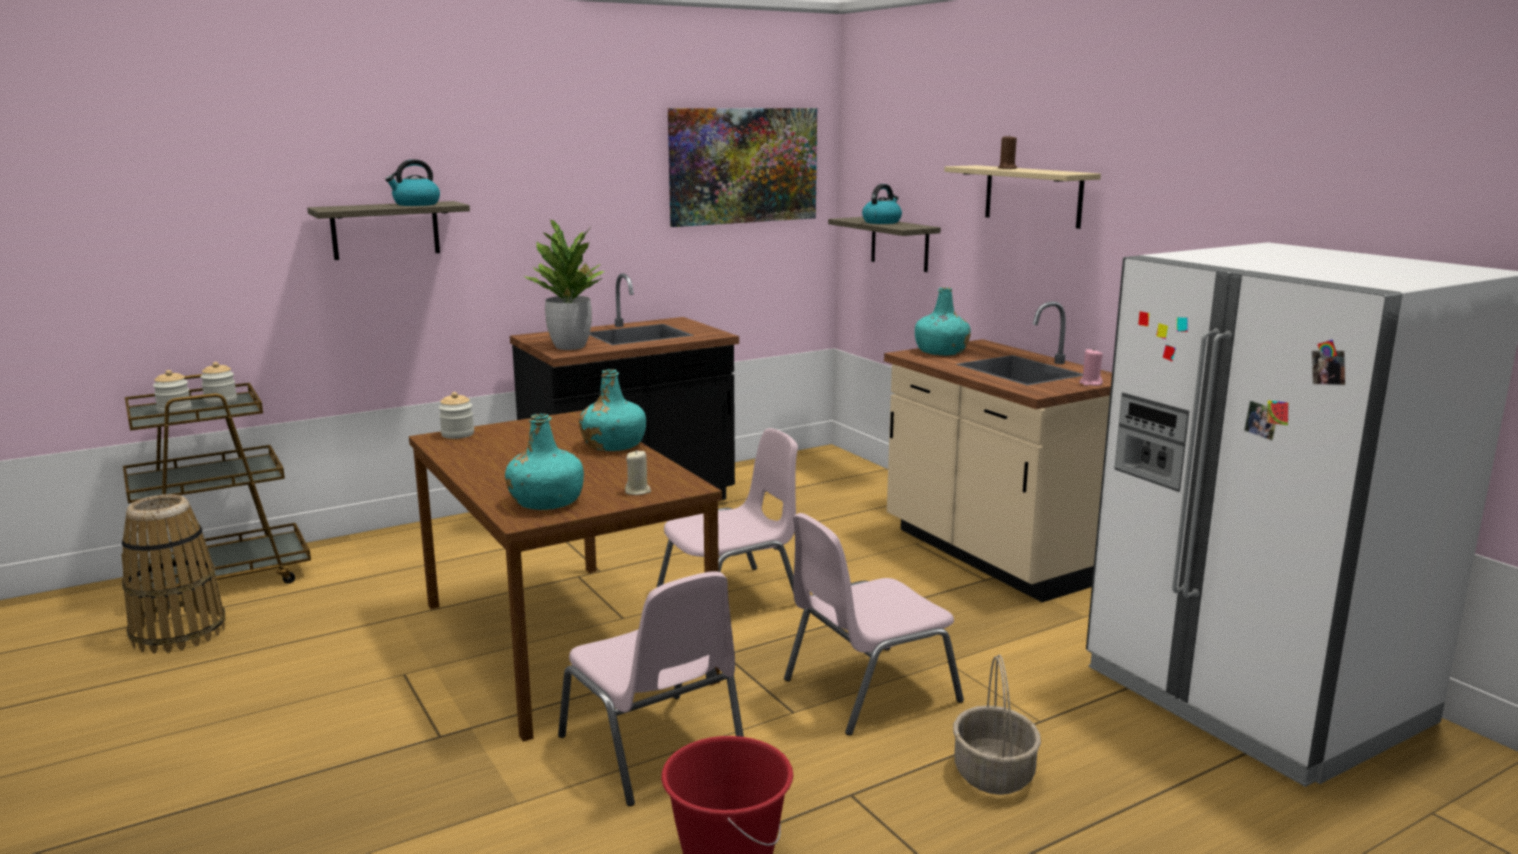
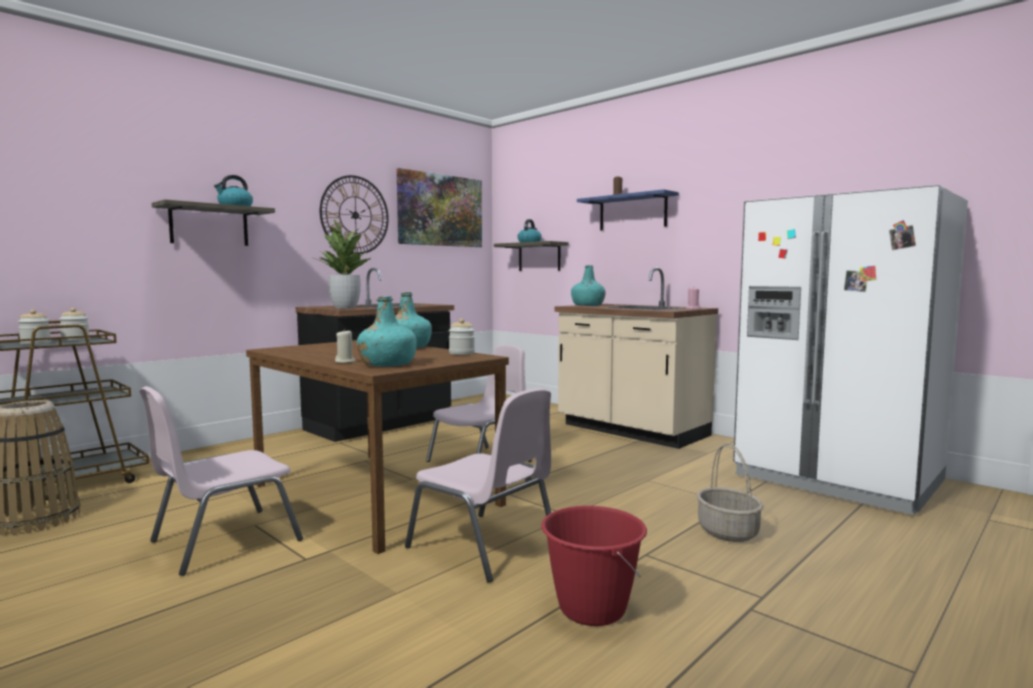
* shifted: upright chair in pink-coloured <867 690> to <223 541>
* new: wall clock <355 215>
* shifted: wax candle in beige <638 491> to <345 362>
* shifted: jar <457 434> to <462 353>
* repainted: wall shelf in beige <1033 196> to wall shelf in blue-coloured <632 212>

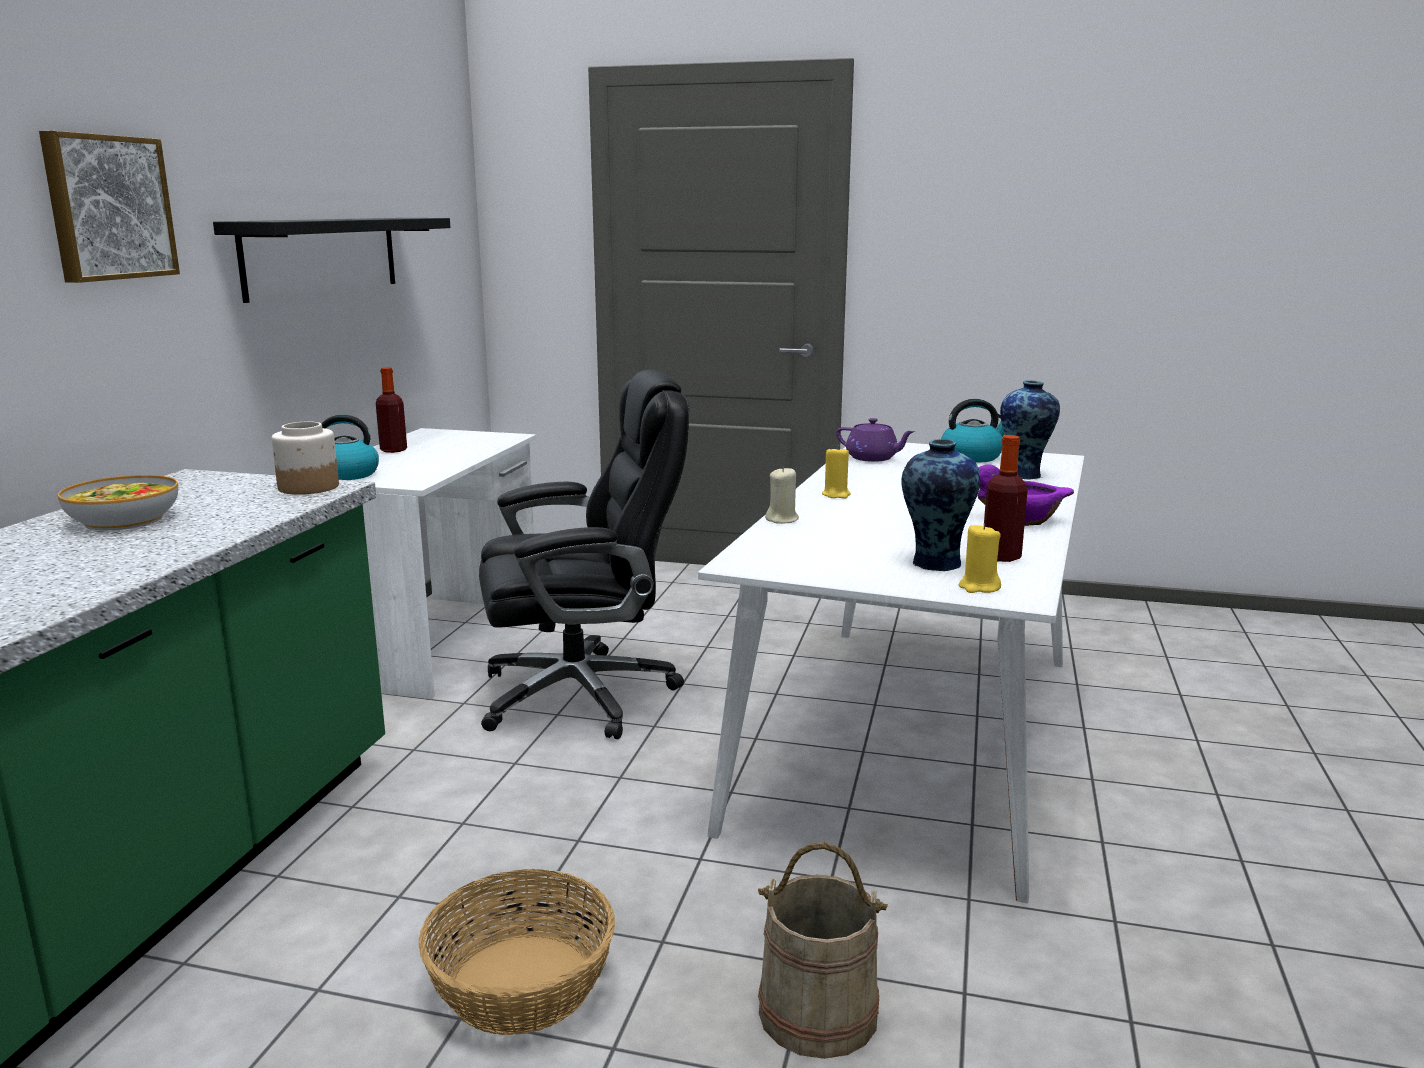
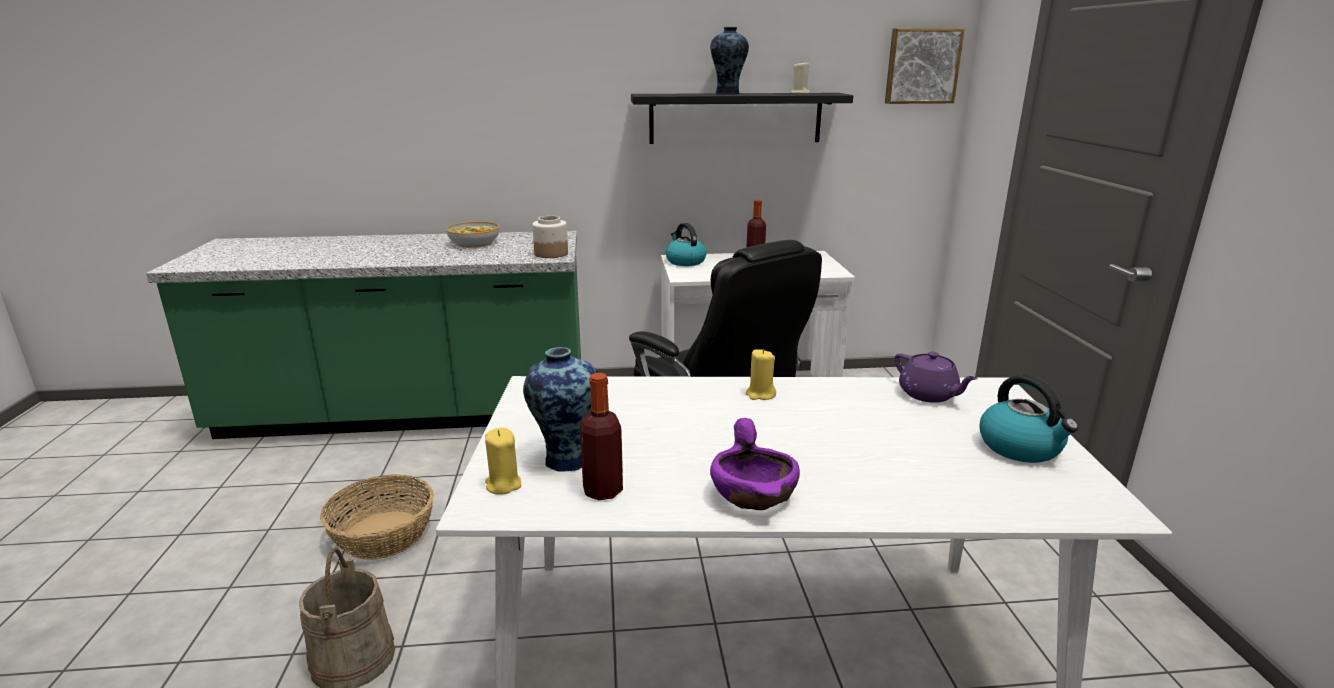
* shifted: flower vase <1024 475> to <727 94>
* shifted: wax candle in beige <782 520> to <800 93>
* shifted: picture <107 208> to <922 66>
* rotated: tea pot in purple <873 458> = <929 395> 45 degrees counterclockwise

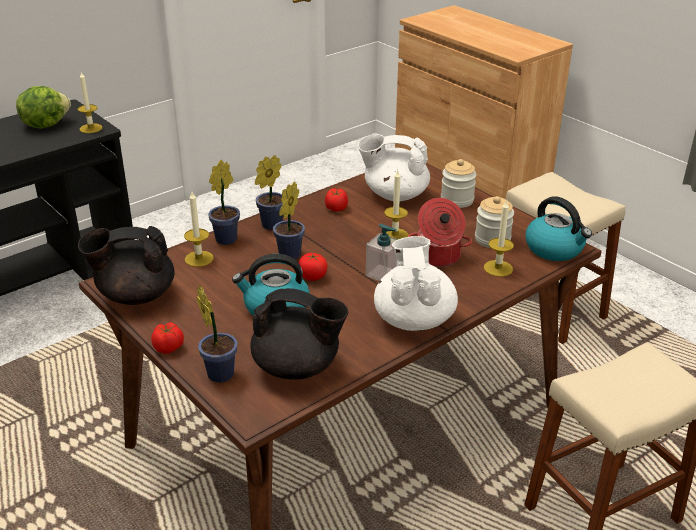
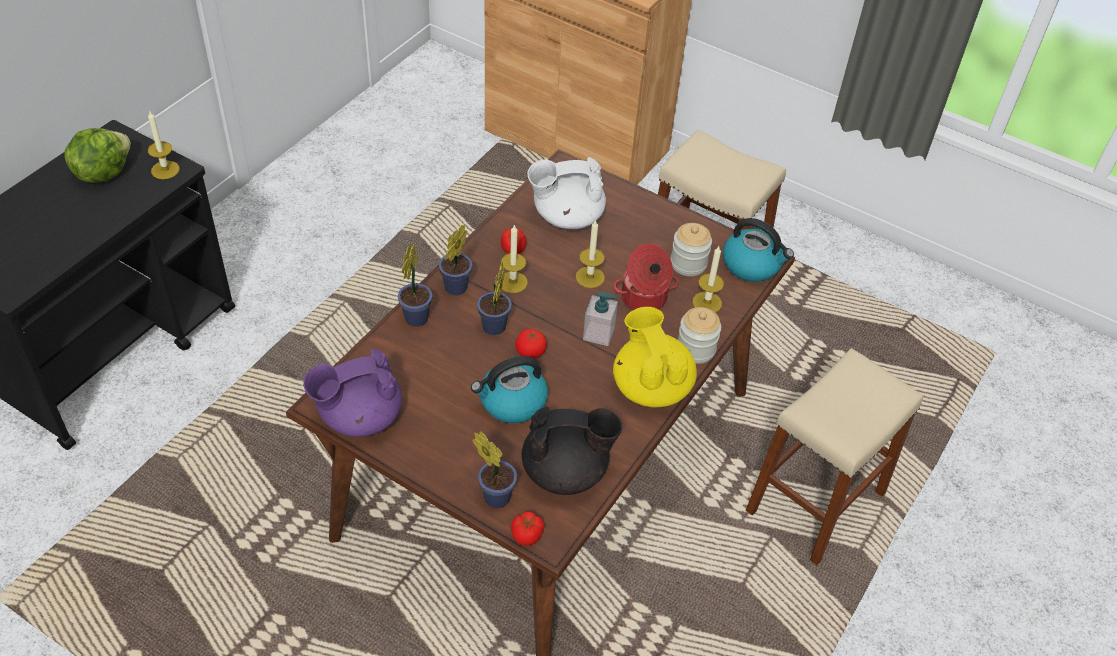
* repainted: tea pot in black <135 295> to tea pot in purple <359 416>
* shifted: wax candle <199 259> to <513 282>
* shifted: tomato <169 347> to <527 535>
* repainted: tea pot in white <413 319> to tea pot in yellow-coloured <651 386>
* shifted: jar <457 200> to <696 349>

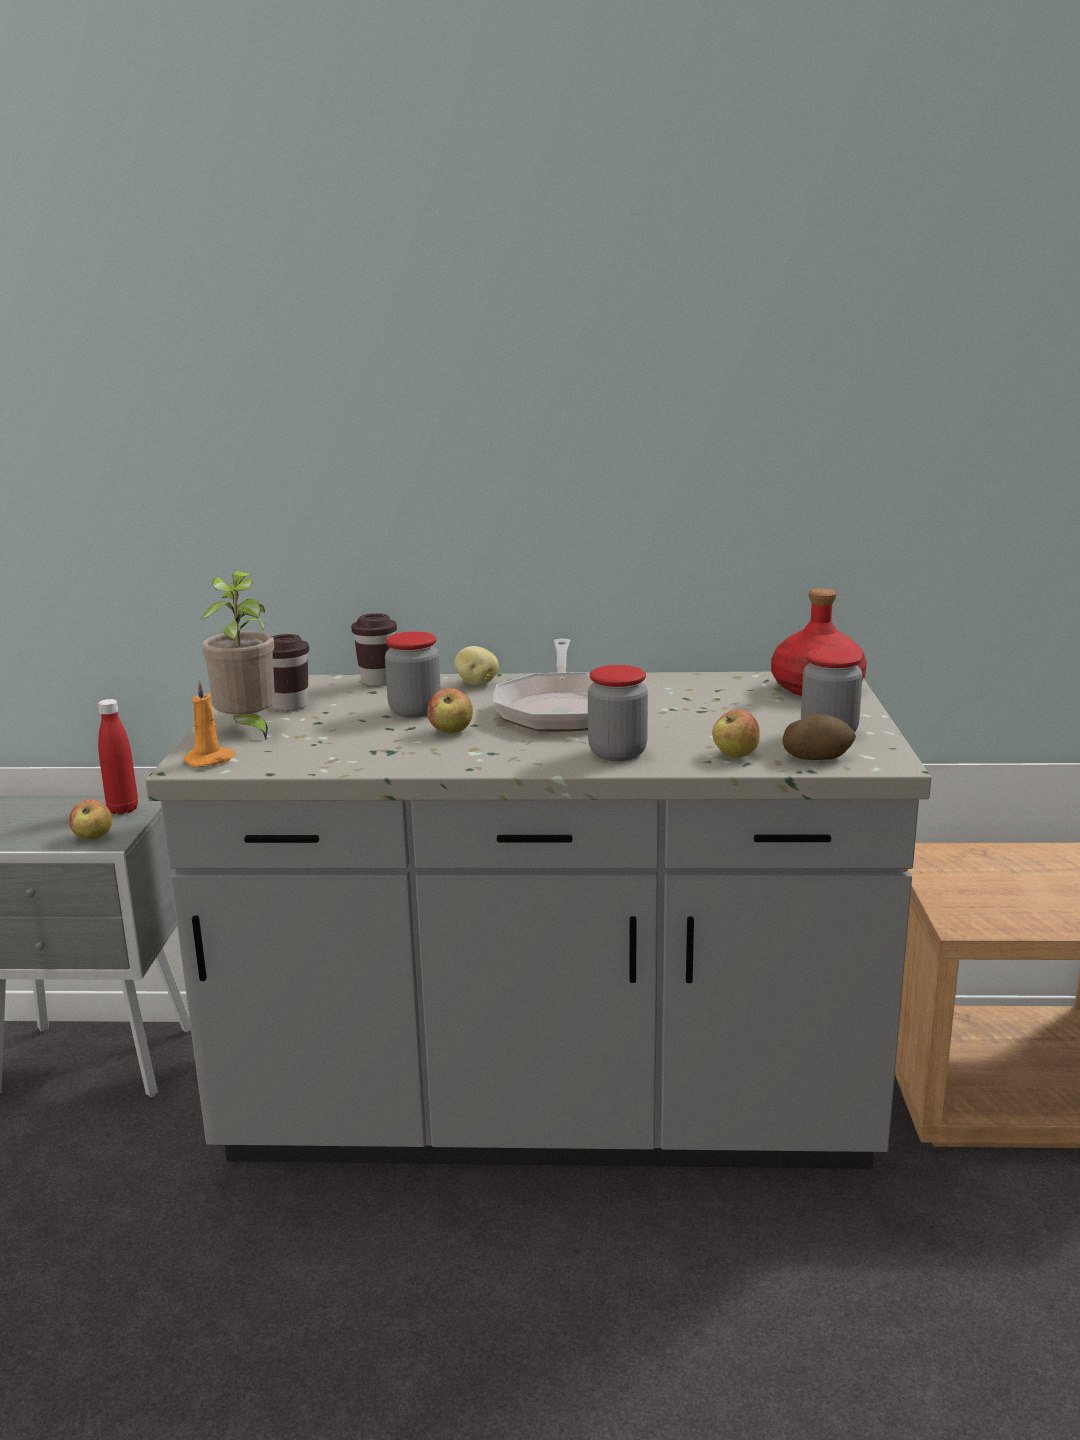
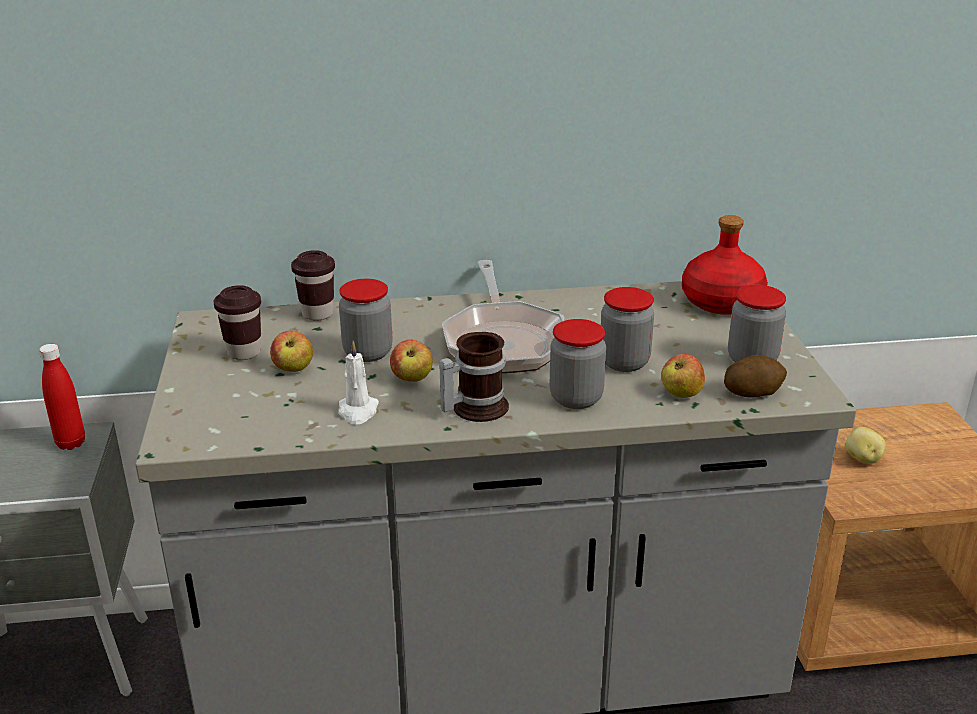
* shifted: apple <93 837> to <293 369>
* new: wax candle in white <358 411>
* new: mug <474 407>
* new: jar <624 362>
* shifted: whole potato <476 684> to <862 459>
* gone: wax candle in orange-coloured <211 760>
* gone: potted plant <248 730>

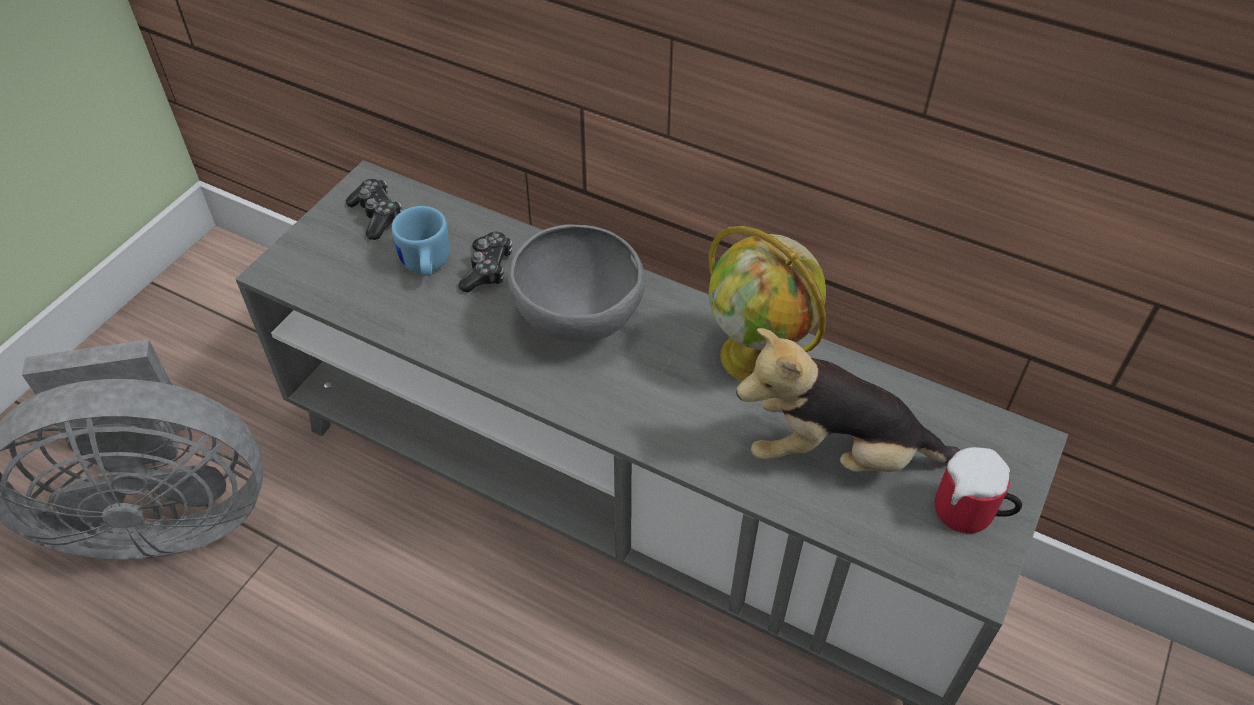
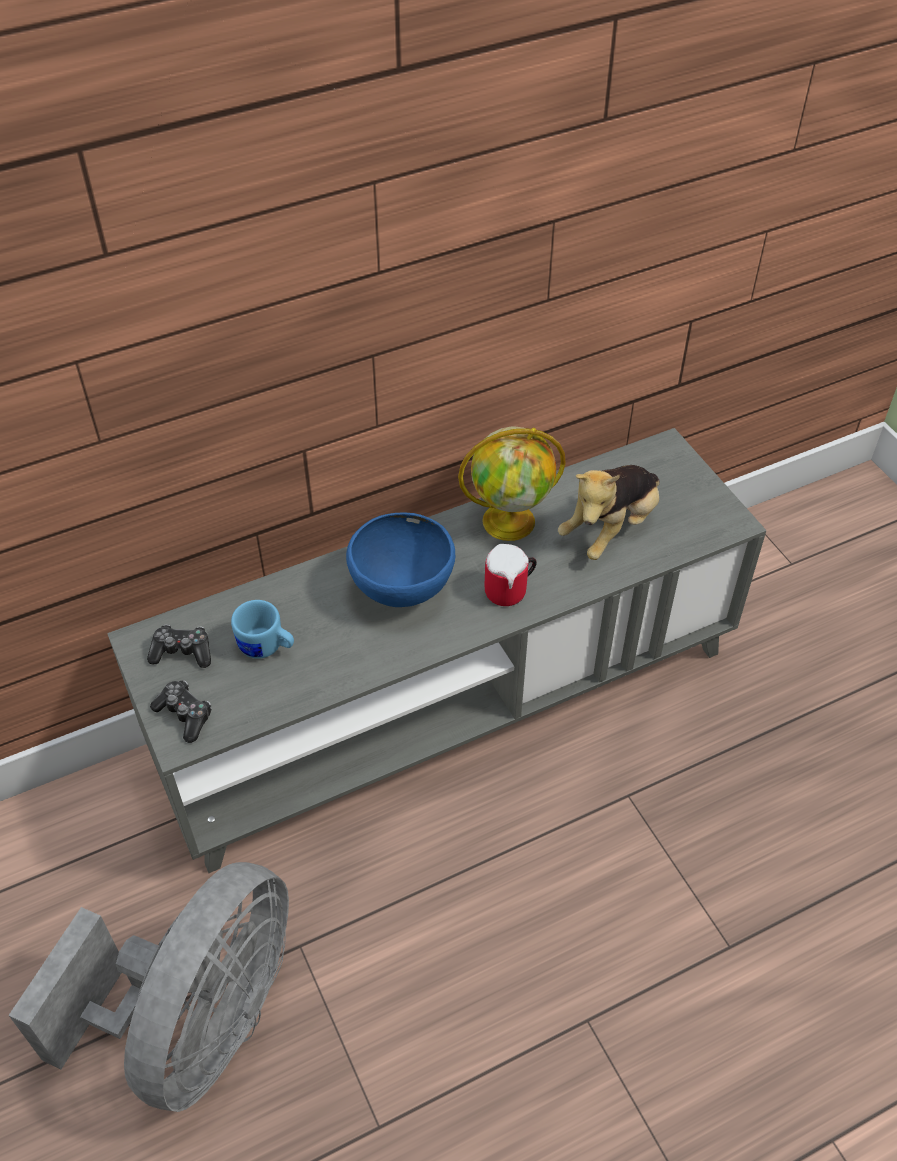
* shifted: game controller <488 269> to <185 715>
* repainted: bowl in grey <578 324> to bowl in blue-coloured <402 591>
* shifted: mug <970 515> to <511 590>

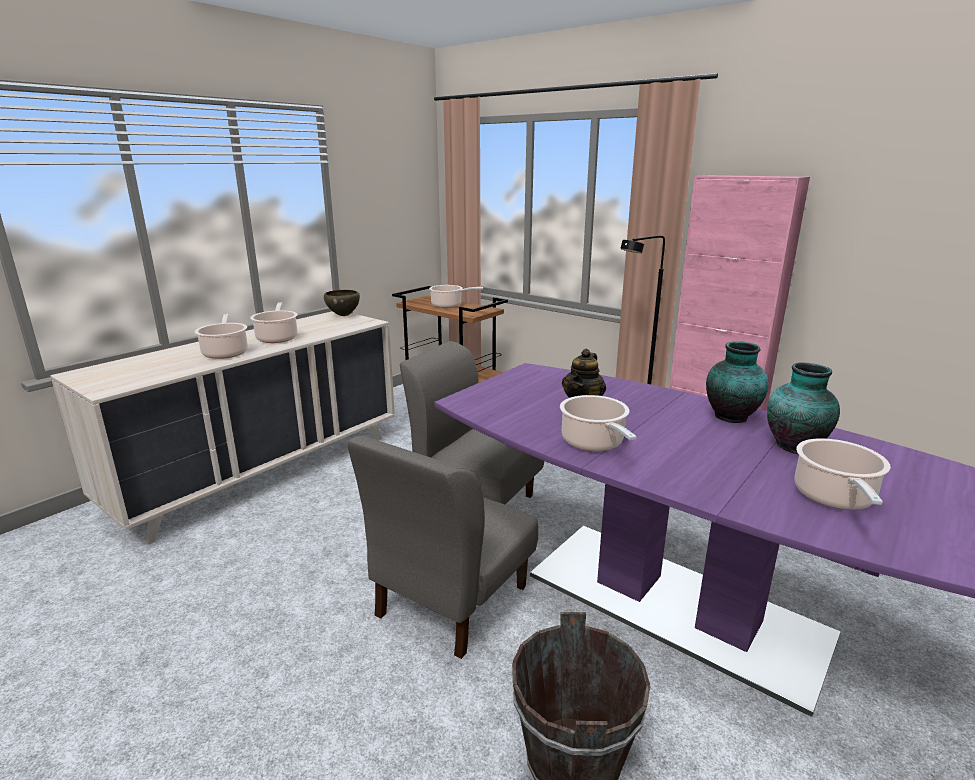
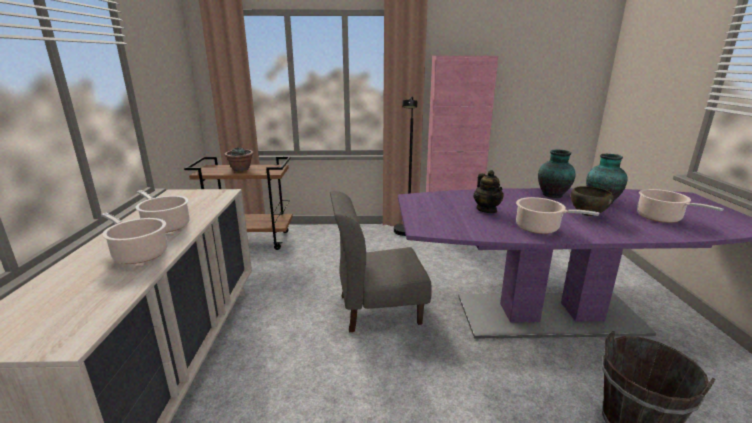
* swapped: saucepot <448 305> to potted plant <241 169>
* shifted: bowl in brown-coloured <343 315> to <587 215>
* gone: upright chair in grey <451 600>

